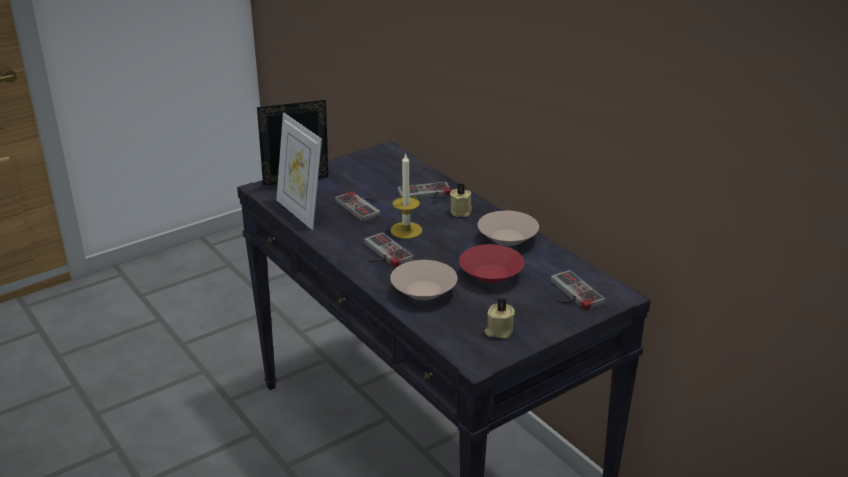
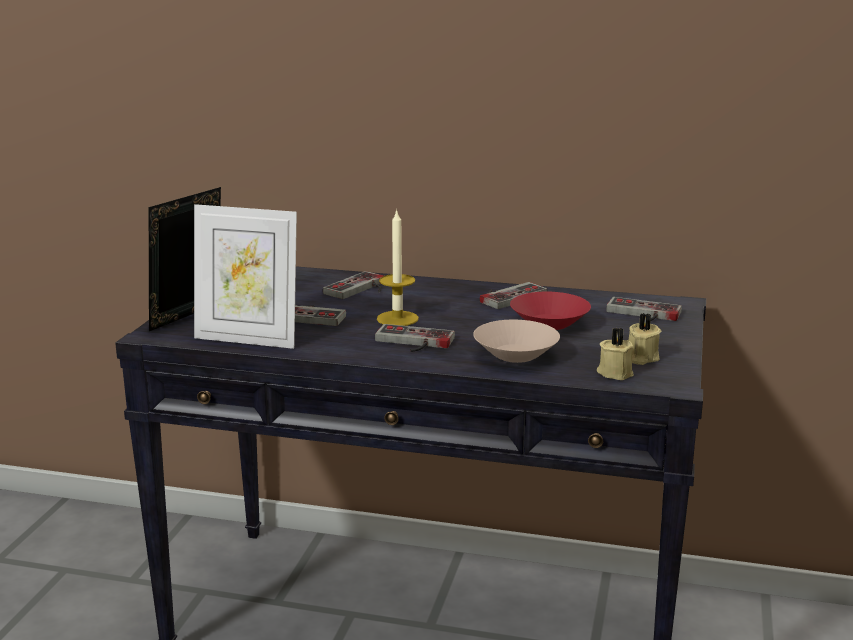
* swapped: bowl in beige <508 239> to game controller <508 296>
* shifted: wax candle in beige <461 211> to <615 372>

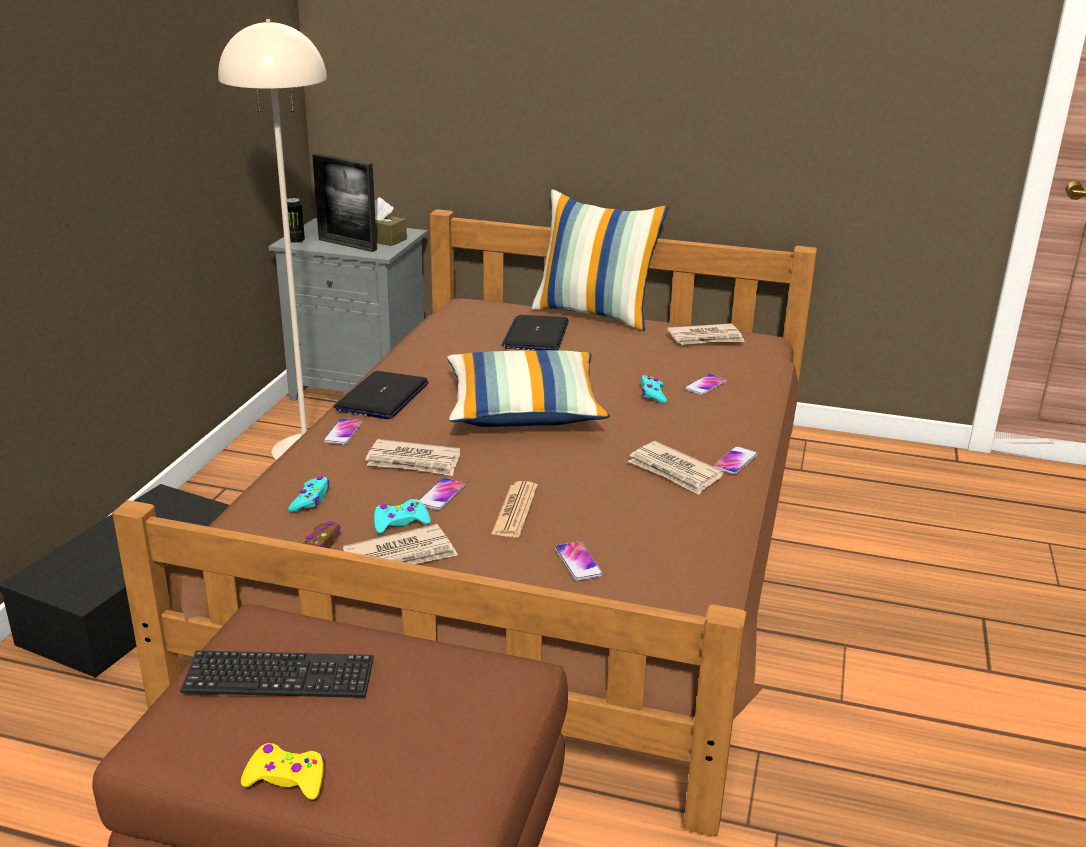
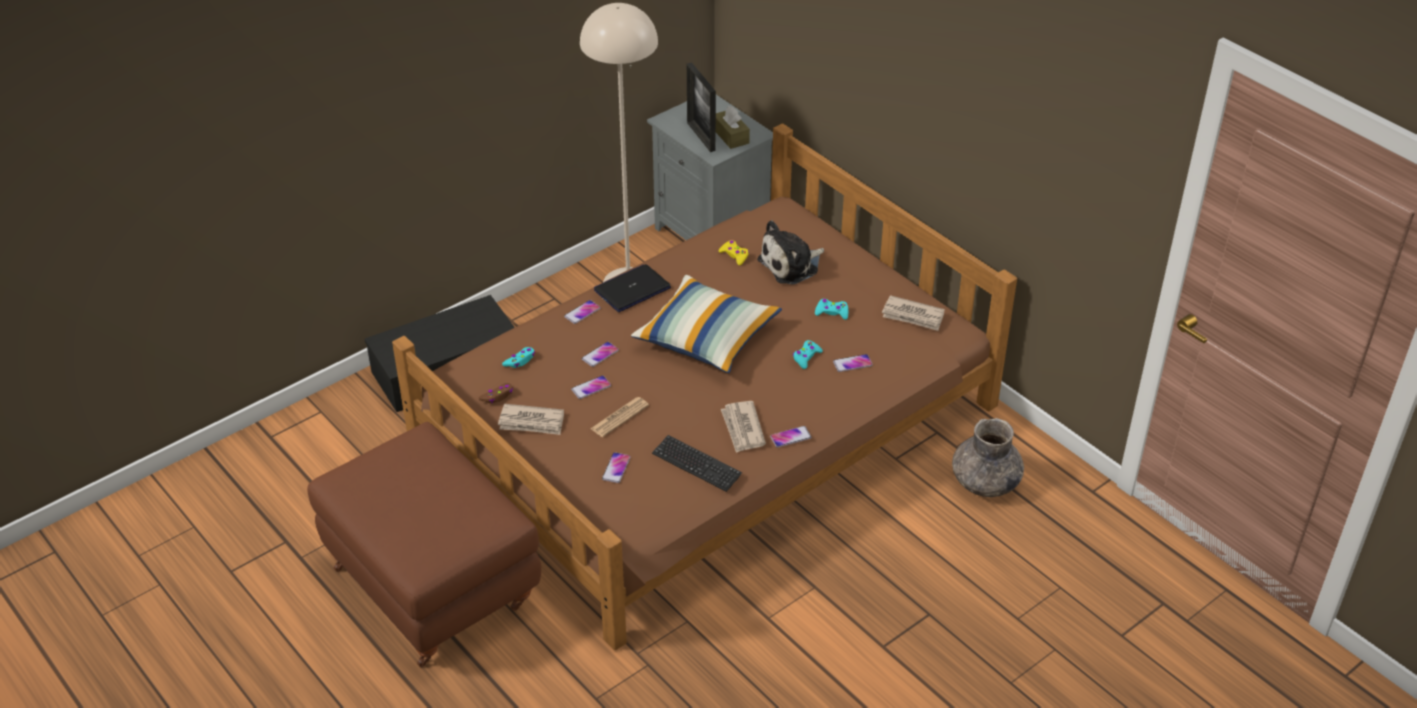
* swapped: newspaper <414 462> to phone <600 355>
* shifted: PC keyboard <279 678> to <696 465>
* shifted: game controller in yellow-coloured <286 779> to <734 255>
* swapped: portable computer <536 335> to cuddly toy <791 265>
* shifted: game controller in turquoise-coloured <400 522> to <832 312>
* new: flower vase in grey <985 482>
* gone: sealed can <296 242>
* gone: pillow <595 314>

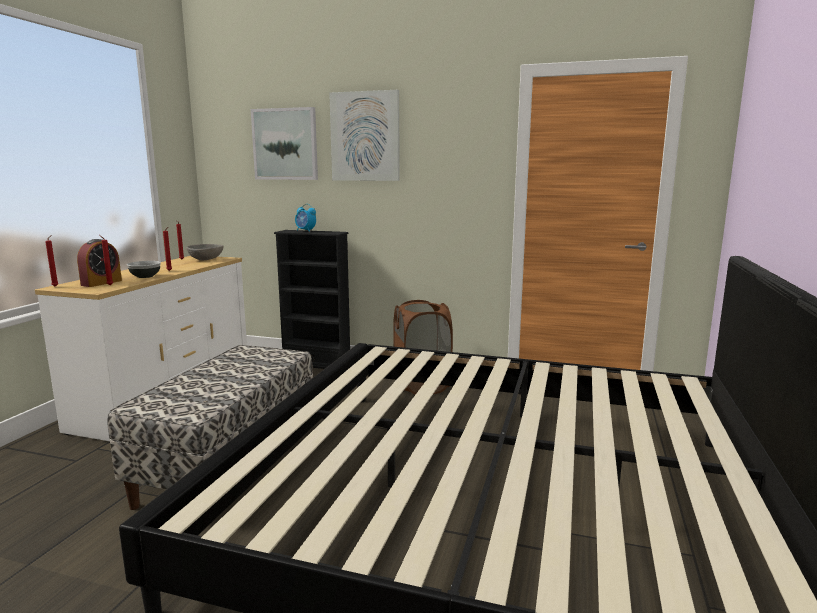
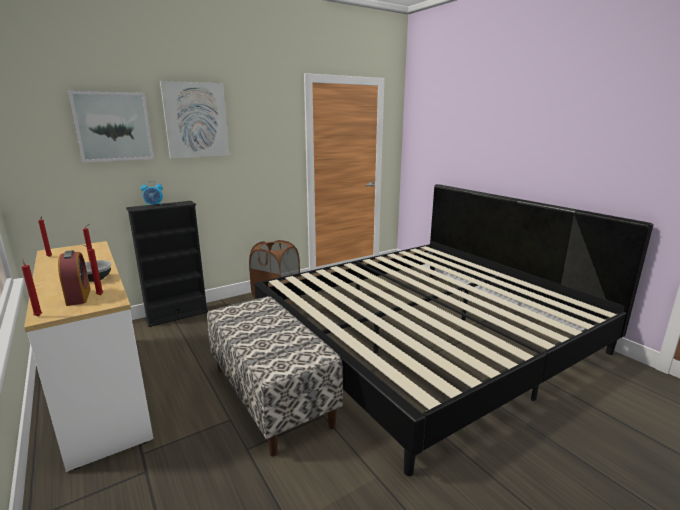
* gone: bowl in grey <205 259>

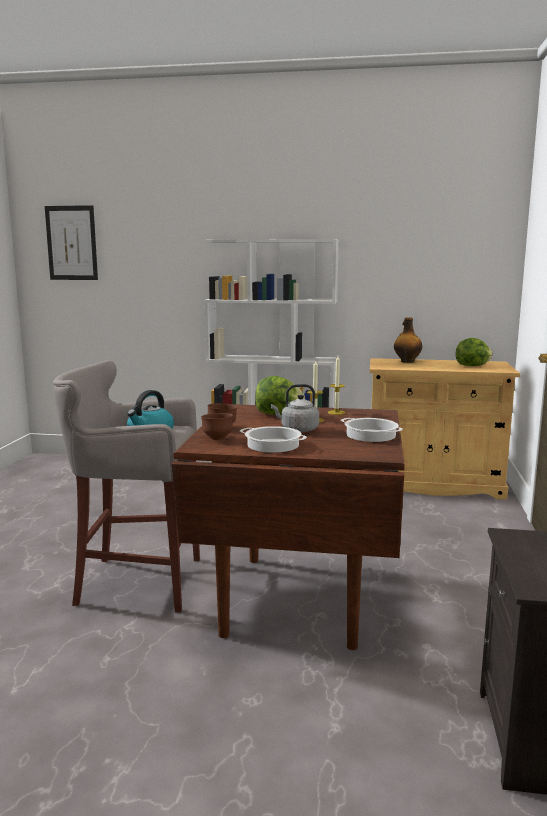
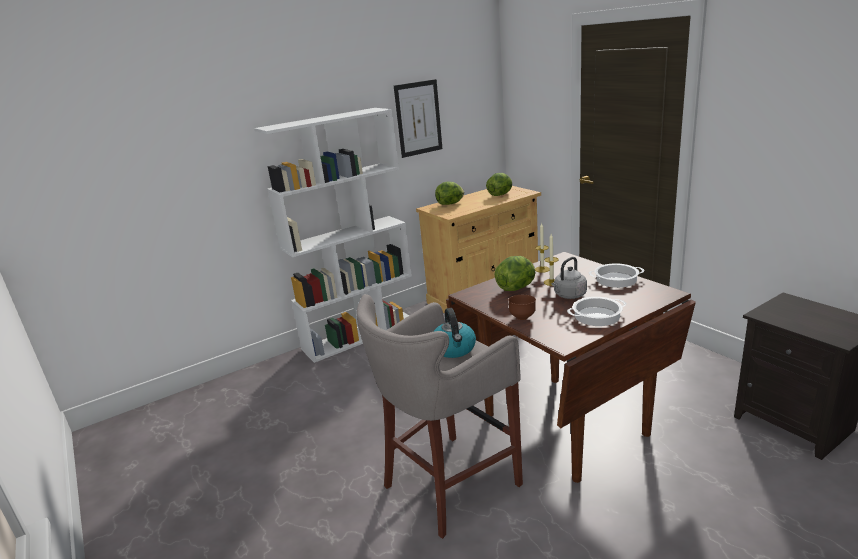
* shifted: picture <71 243> to <418 118>
* swapped: beverage bottle <407 361> to lettuce head <450 204>
* gone: bowl in brown-coloured <217 438>

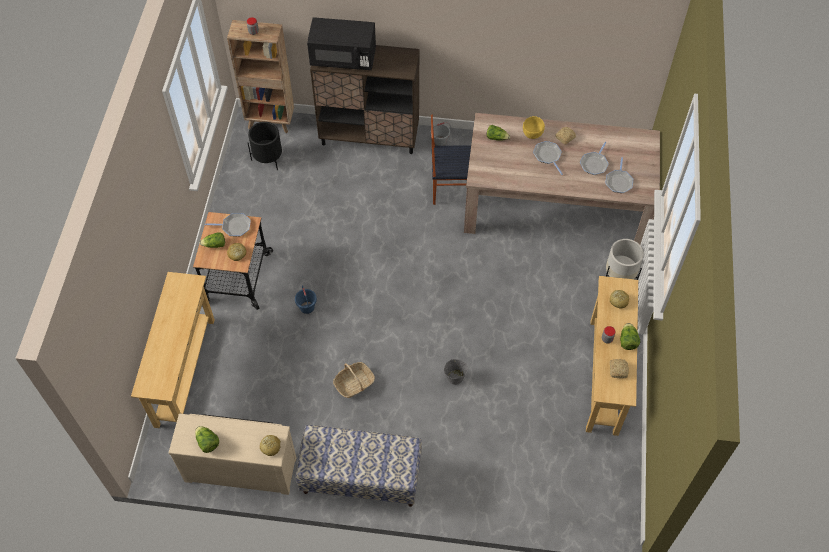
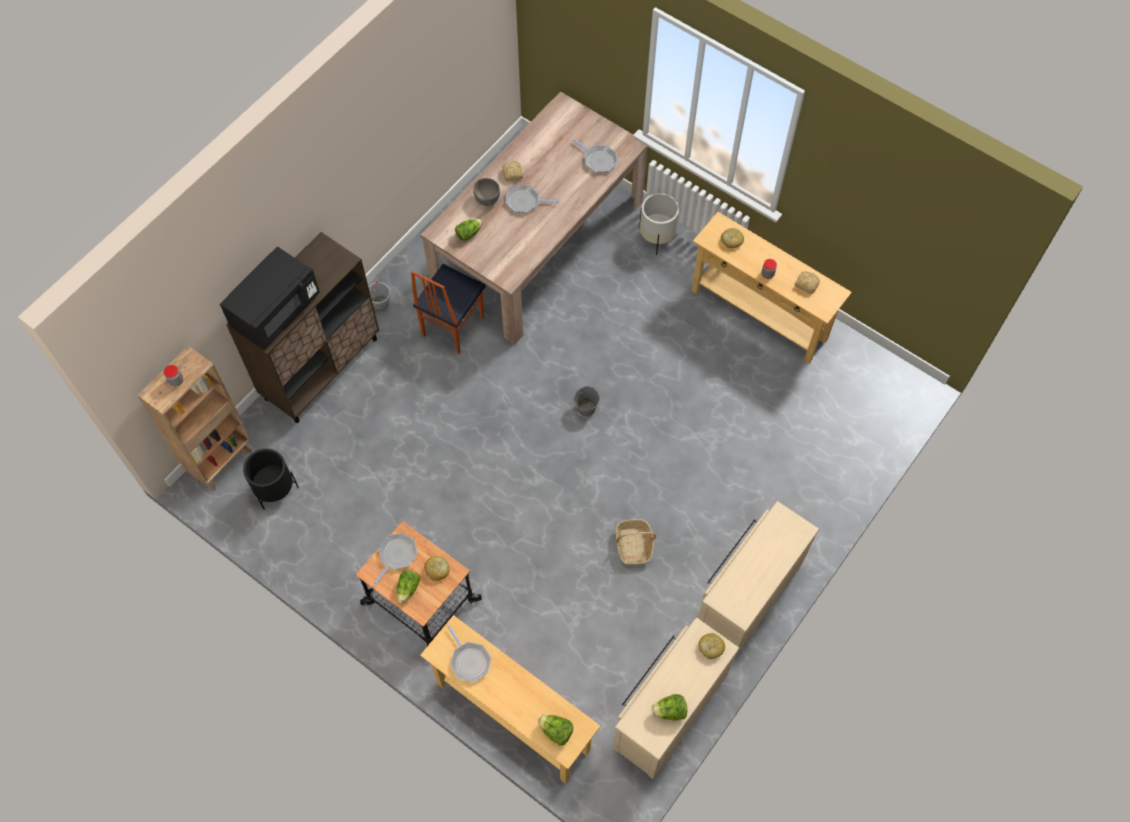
* shifted: frying pan <594 164> to <469 660>
* repainted: bowl in yellow-coloured <532 134> to bowl in grey <487 199>
* shifted: lettuce head <627 341> to <556 731>
* shifted: water bucket in grey <455 377> to <586 408>
* swapped: bench <361 477> to chest of drawers in beige <746 593>
* gone: water bucket in blue-coloured <307 307>

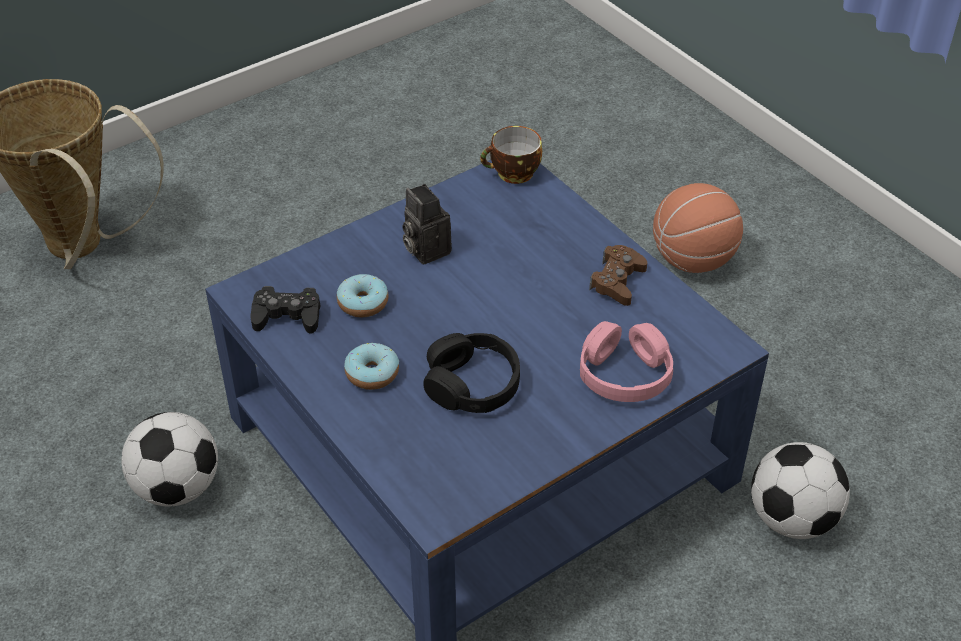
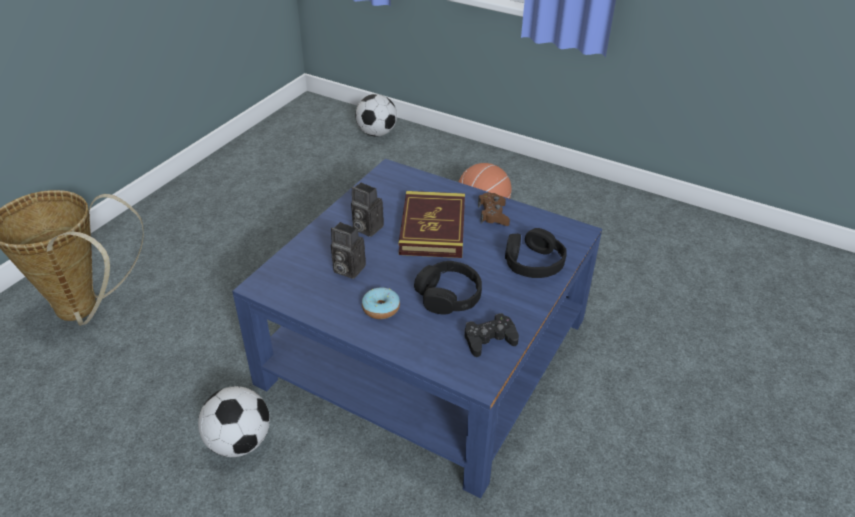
* swapped: donut <363 303> to still camera <347 269>
* shifted: ball for football <792 519> to <377 133>
* new: bound book <432 229>
* shifted: game controller in black <287 316> to <489 339>
* repainted: headset in pink-coloured <624 374> to headset in black <533 262>
* gone: small cup <513 174>

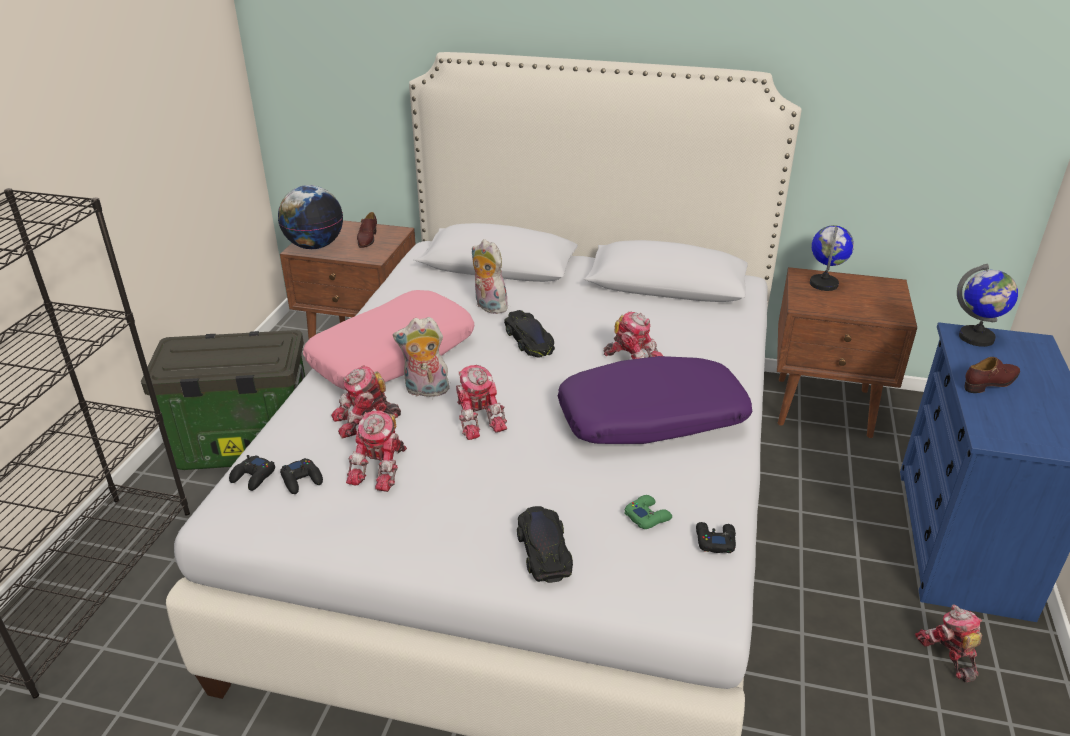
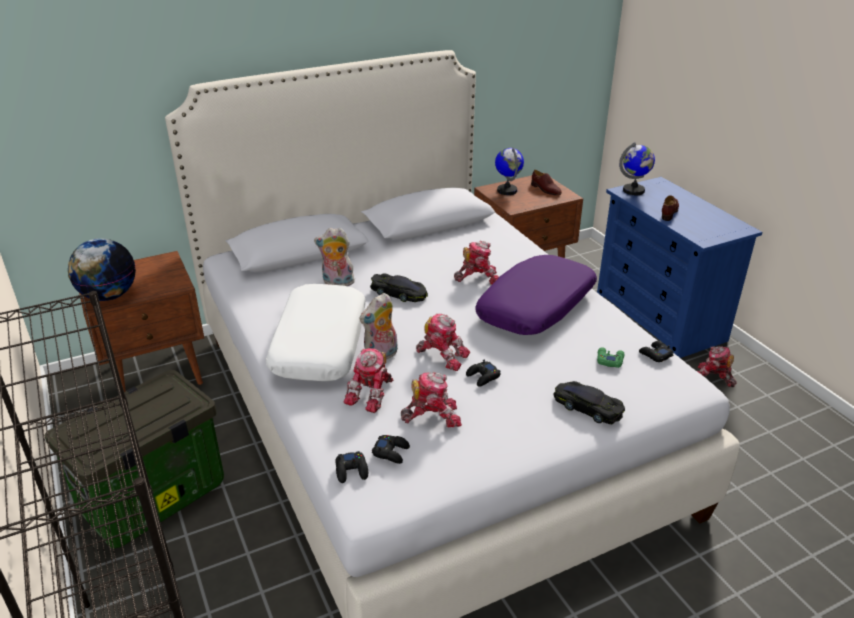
* repainted: pillow in pink-coloured <392 354> to pillow in white <319 343>
* rotated: model robot <382 468> = <432 415> 75 degrees counterclockwise
* new: game controller in black <483 377>
* shifted: item of footwear in brown-coloured <367 239> to <545 190>

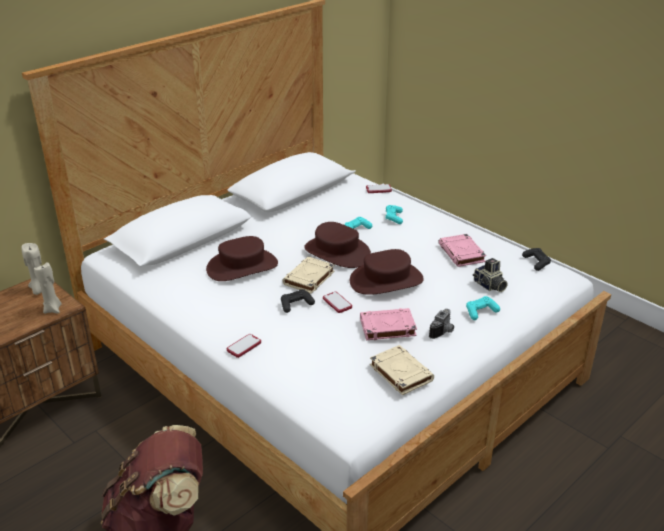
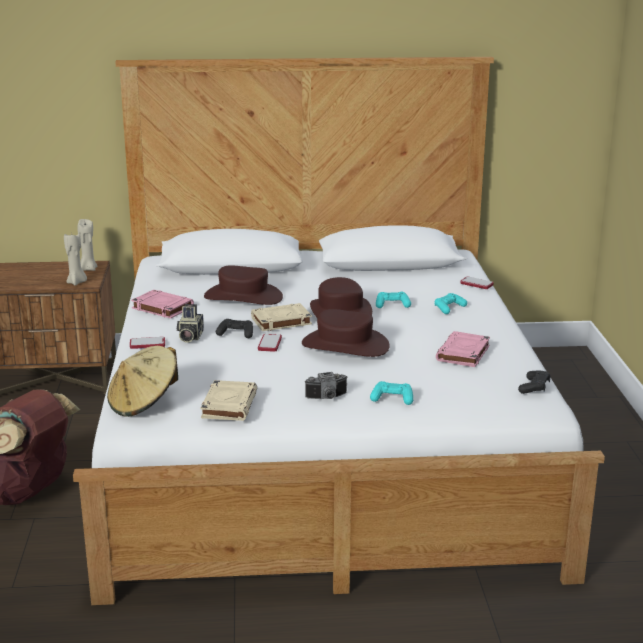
* new: wearable hat in beige <144 403>
* shifted: bound book in pink-coloured <387 327> to <162 308>
* shifted: still camera <489 286> to <189 337>

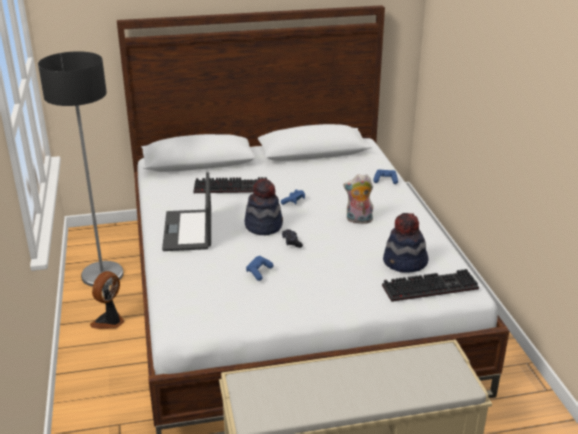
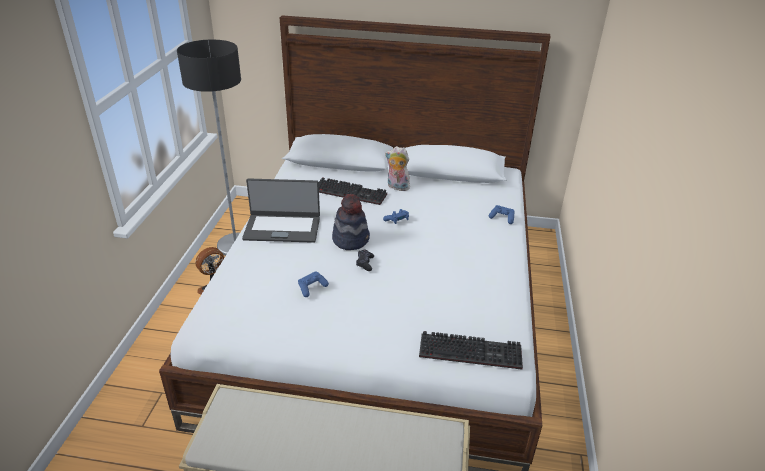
* rotated: portable computer <189 230> = <282 228> 105 degrees counterclockwise
* shifted: cuddly toy <358 220> to <396 187>
* gone: wearable hat <405 263>

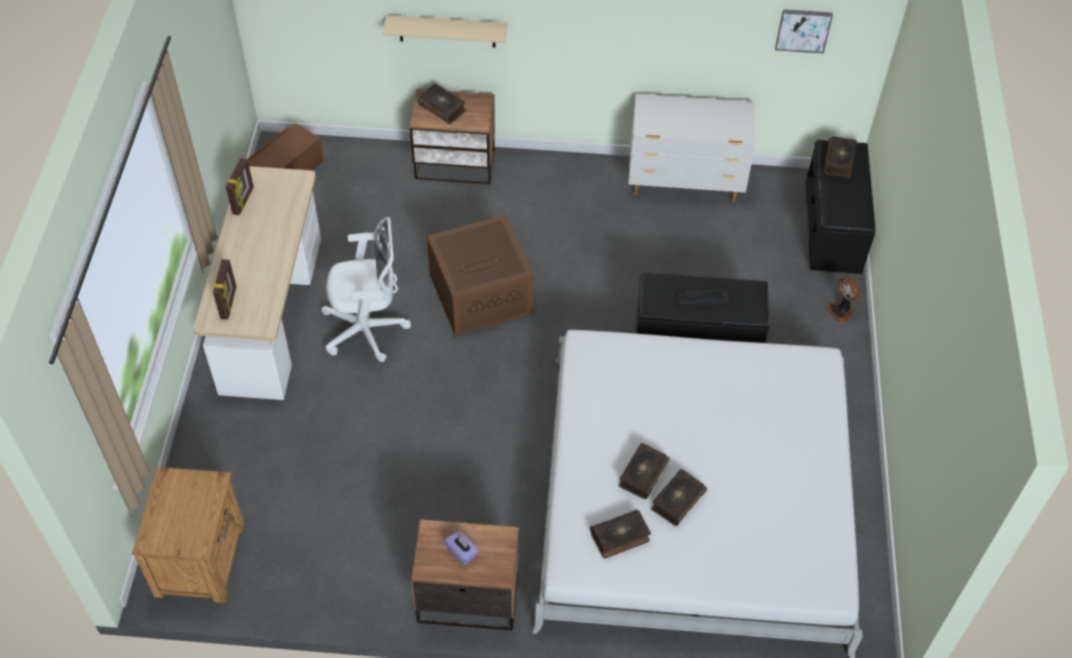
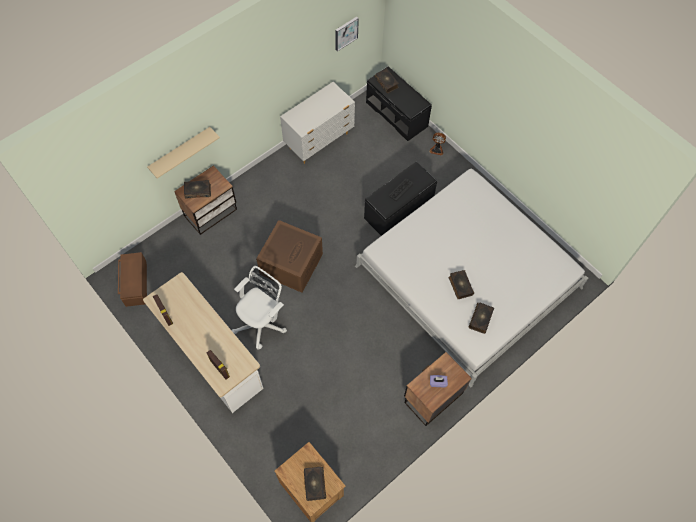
* shifted: bound book <677 501> to <314 484>

